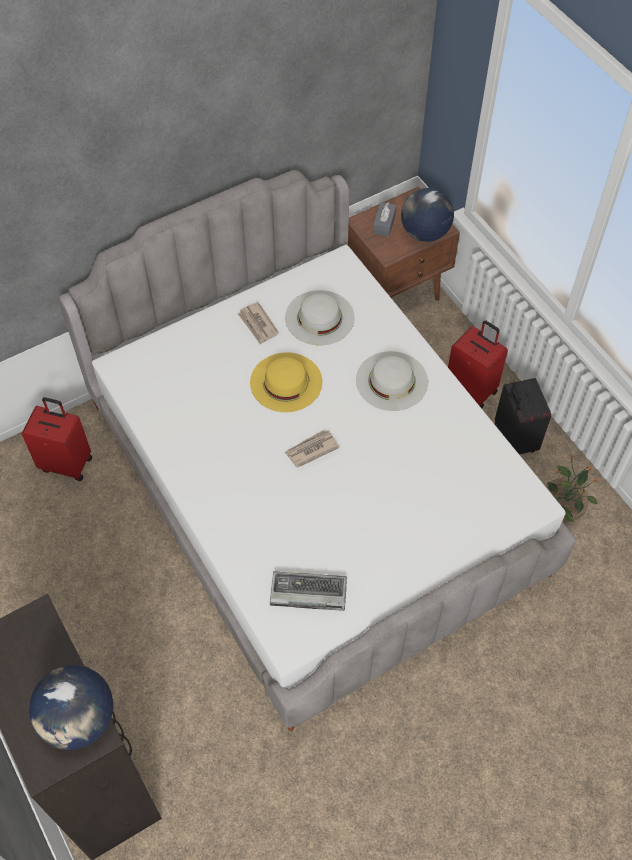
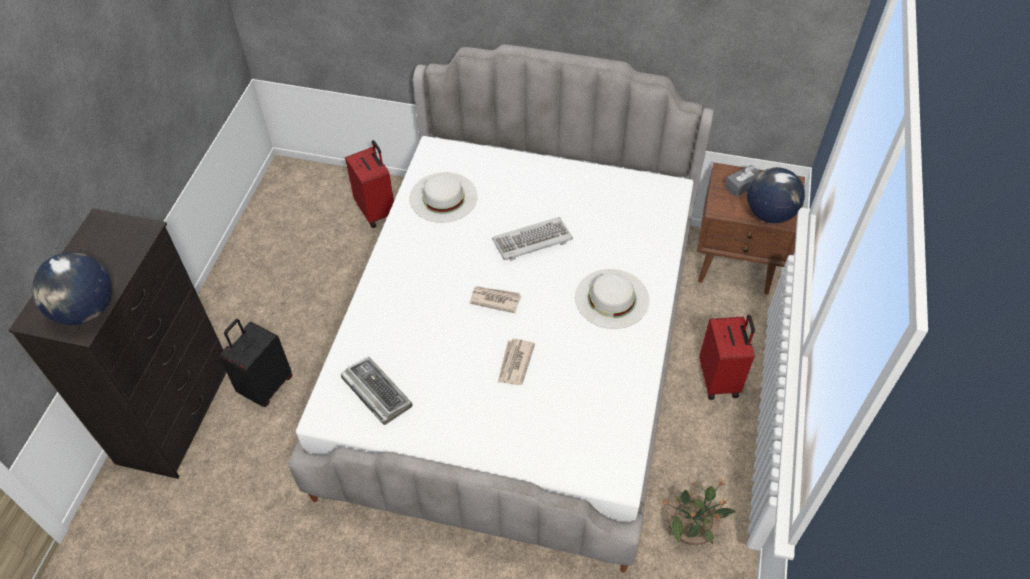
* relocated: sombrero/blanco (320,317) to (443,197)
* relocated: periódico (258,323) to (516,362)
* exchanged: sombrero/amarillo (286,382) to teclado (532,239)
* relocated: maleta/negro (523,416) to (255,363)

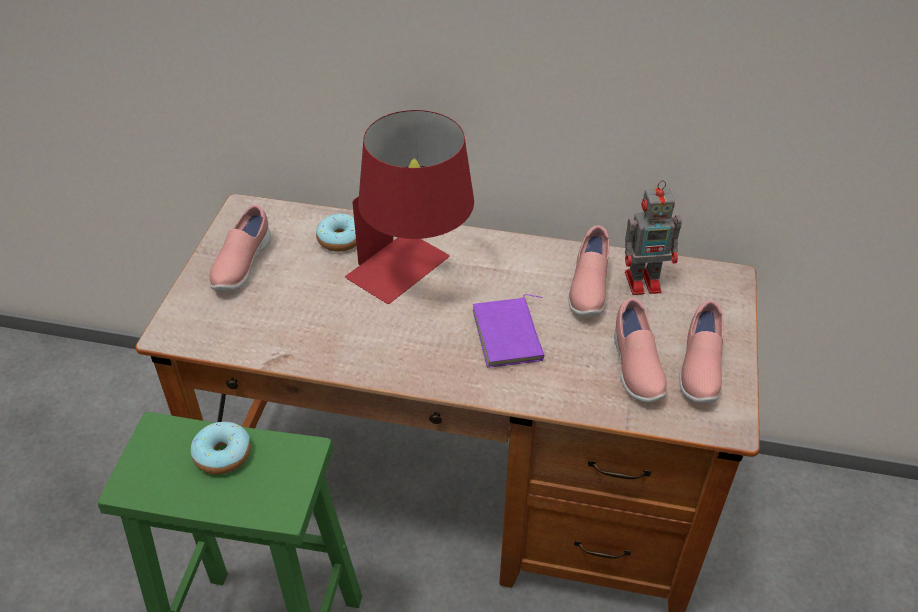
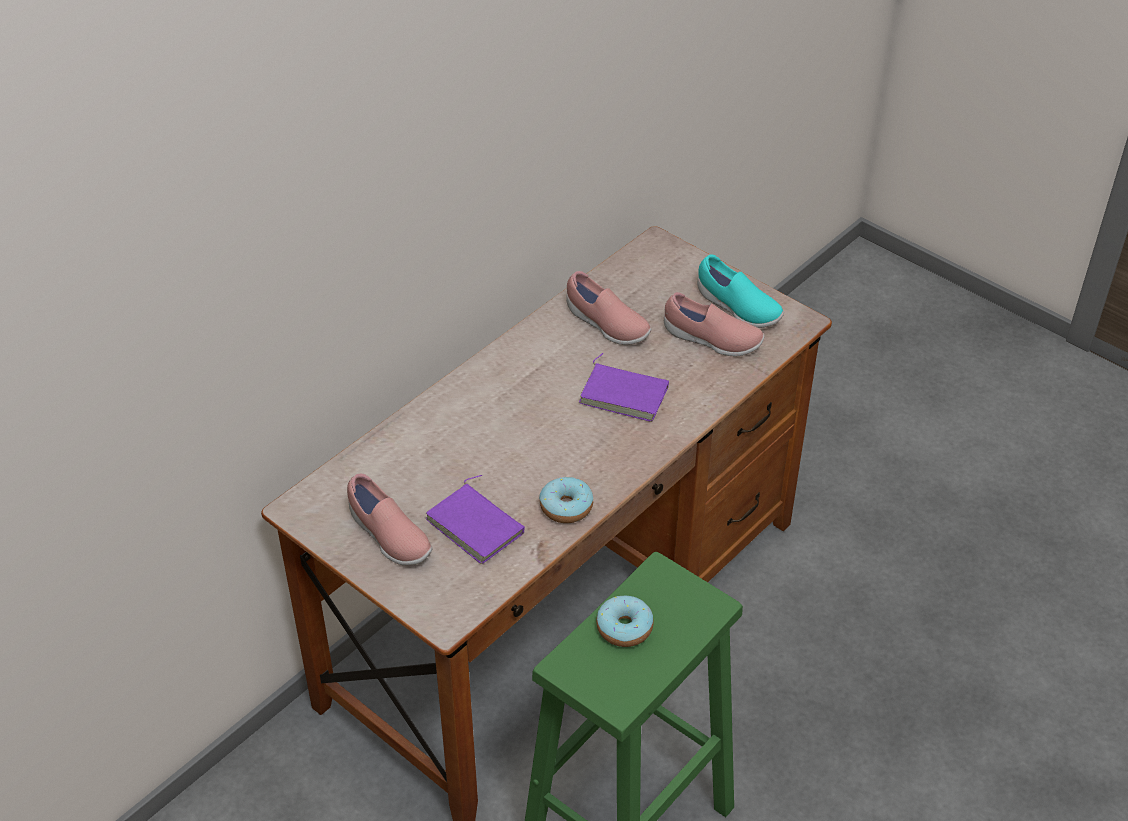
* missing: lámpara de mesa/rojo (409,207)
* missing: robot de juguete (653,237)
* relocated: rosquilla (336,233) to (566,500)
* colour: zapato/rosa (701,351) to zapato/turquesa (740,291)
* appeared: libro/morado (475,519)

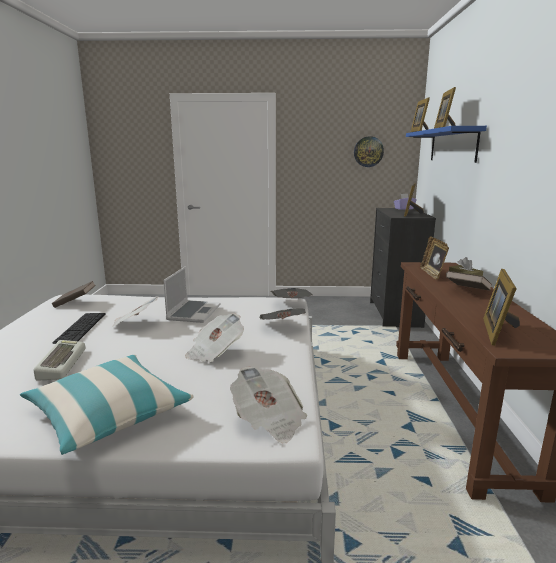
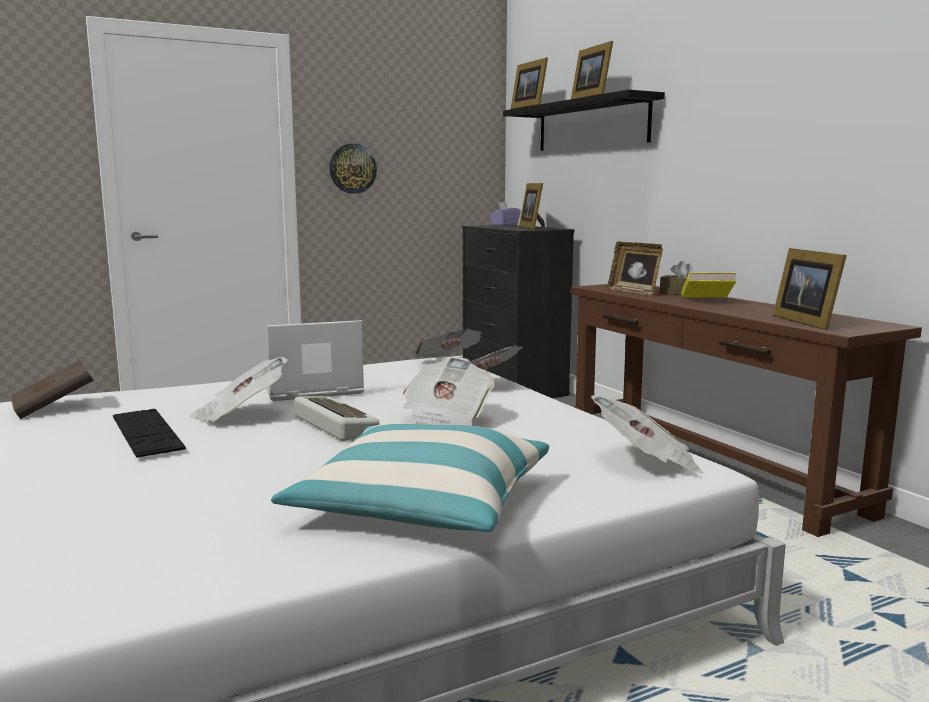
* colour: estante/azul (446,144) to estante/negro (584,120)
* relocated: reloj de pared (369,151) to (353,169)
* spun: portátil (192,295) = (315,360) 90 degrees counterclockwise
* colour: libro/marrón (469,281) to libro/amarillo (708,285)
* relocated: teclado (59,360) to (336,418)

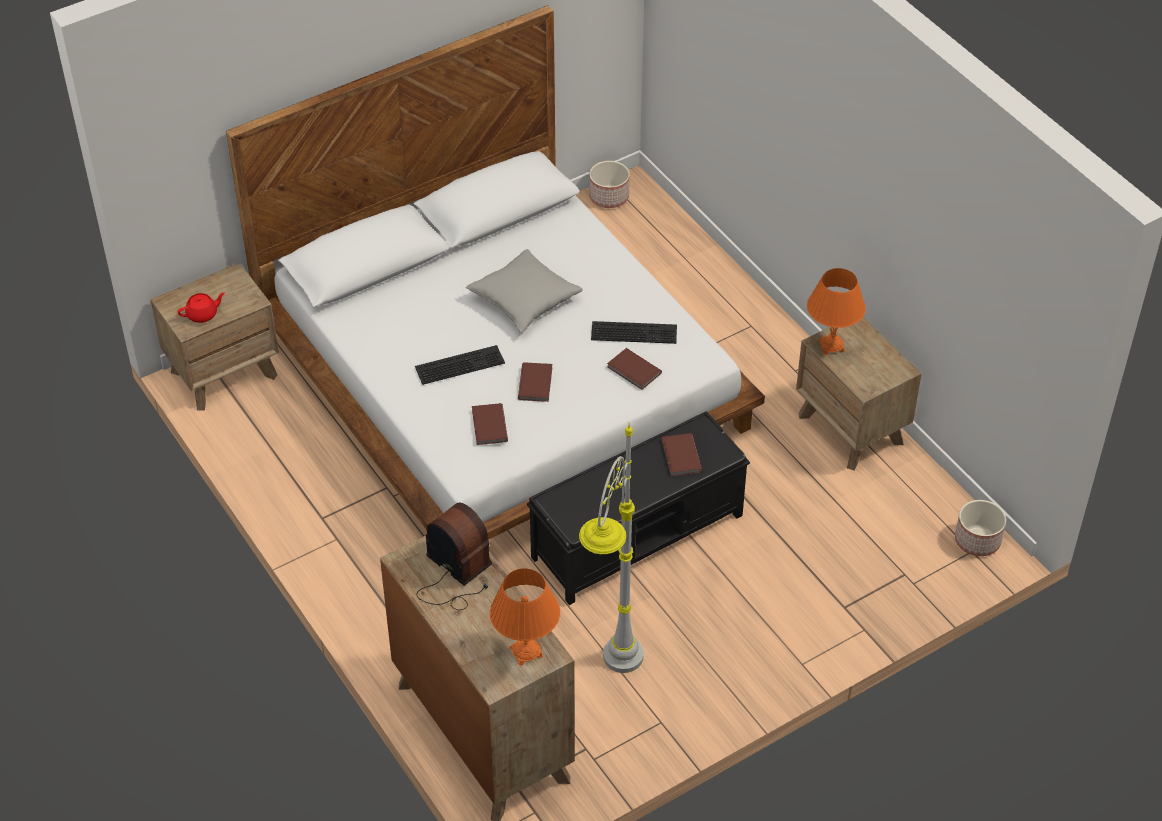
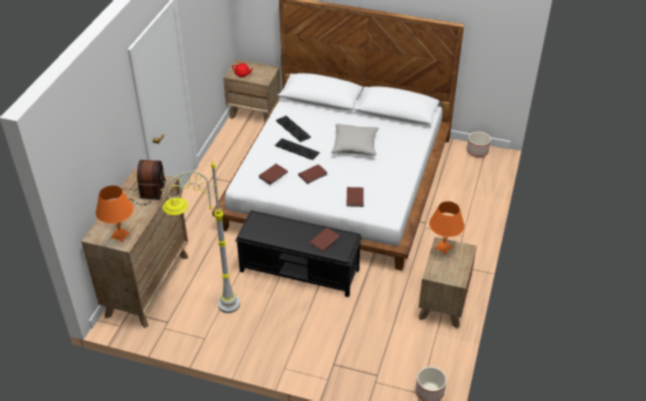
* relocated: teclado (634,332) to (293,129)

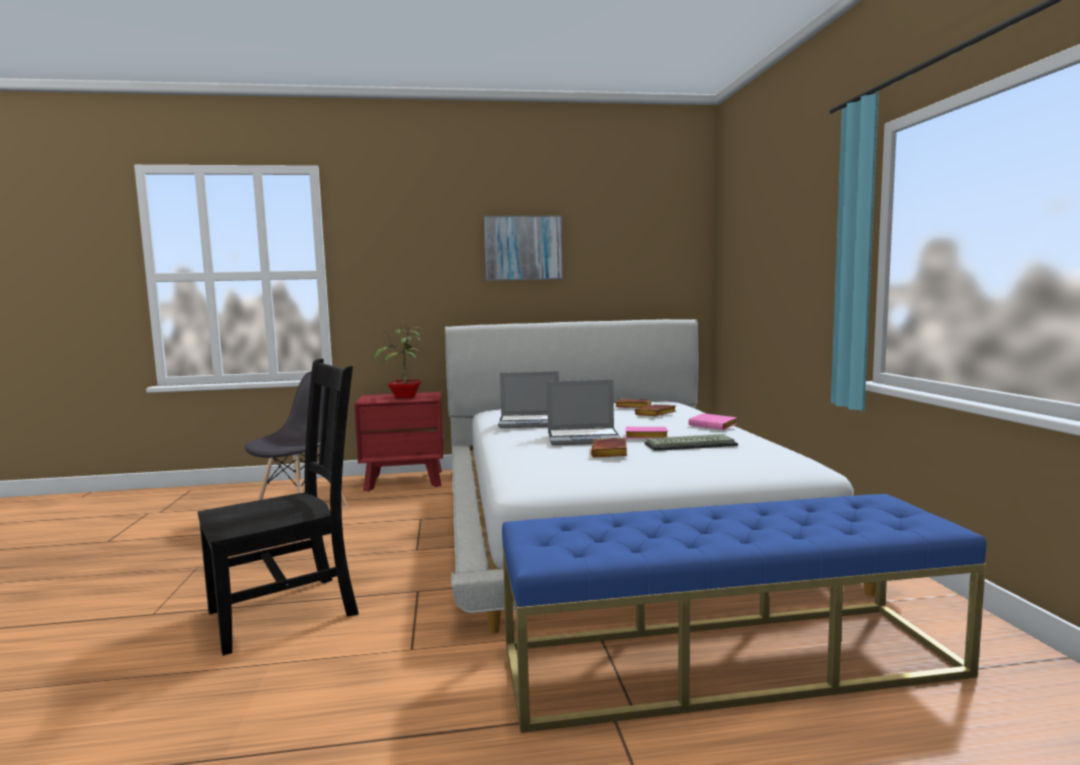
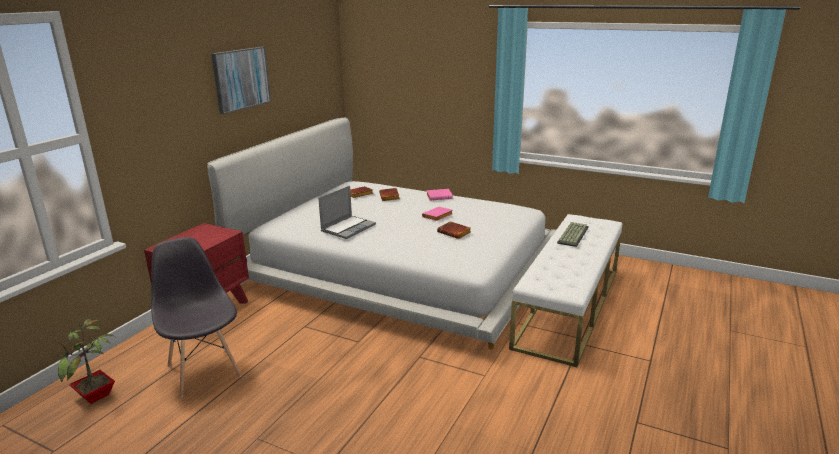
* relocated: planta en maceta (398,361) to (84,361)
* missing: silla/negro (278,507)
* missing: portátil (584,413)
* relocated: teclado (691,442) to (573,234)
* colour: banco/azul (744,613) to banco/blanco (565,290)

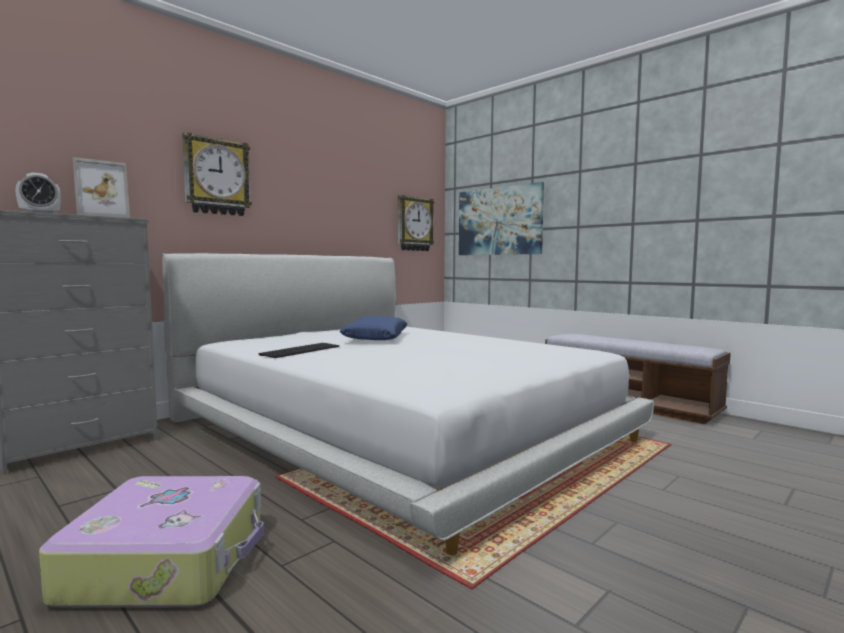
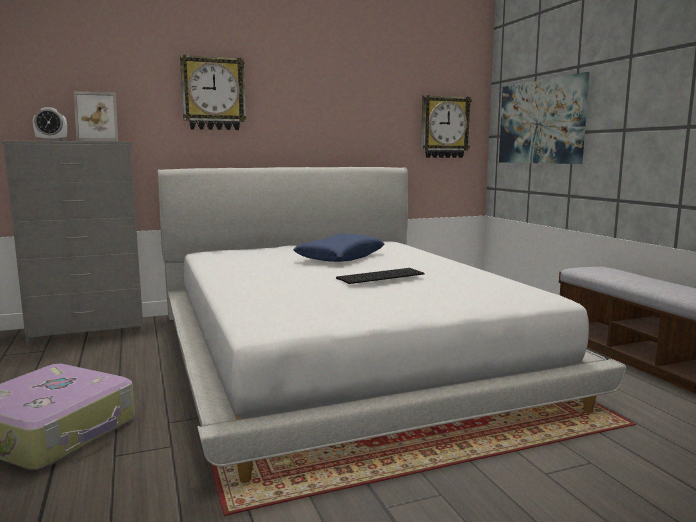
* relocated: teclado (299,350) to (380,276)

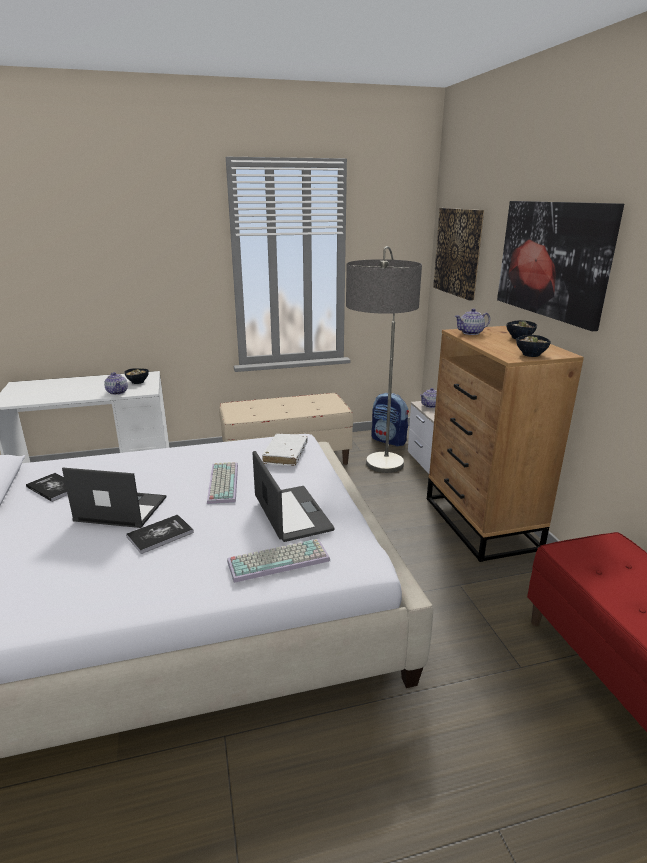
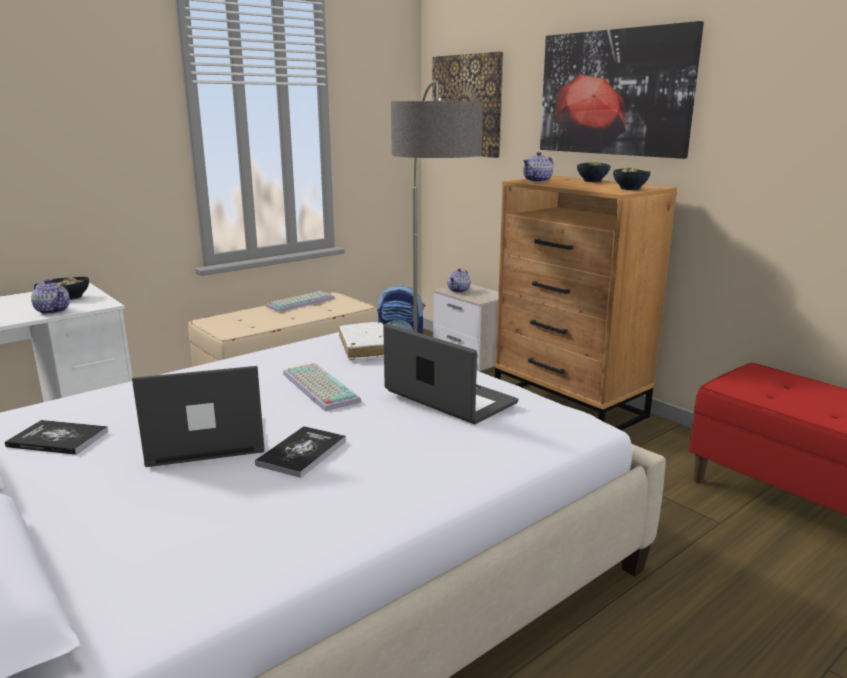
* relocated: teclado (278,561) to (300,301)

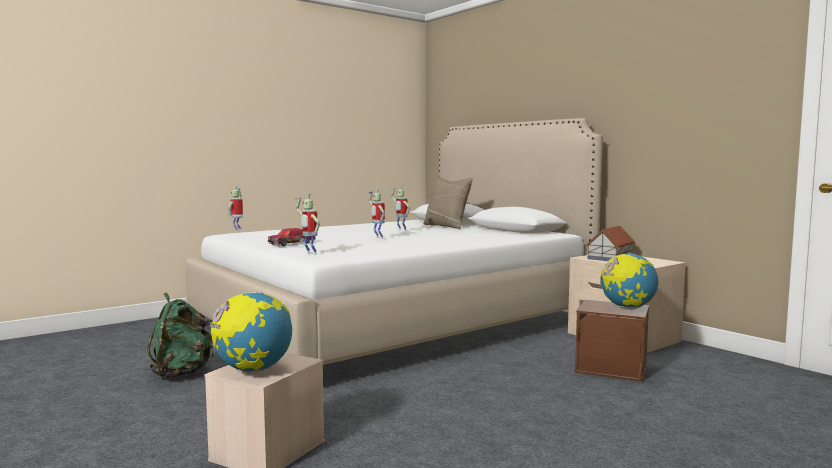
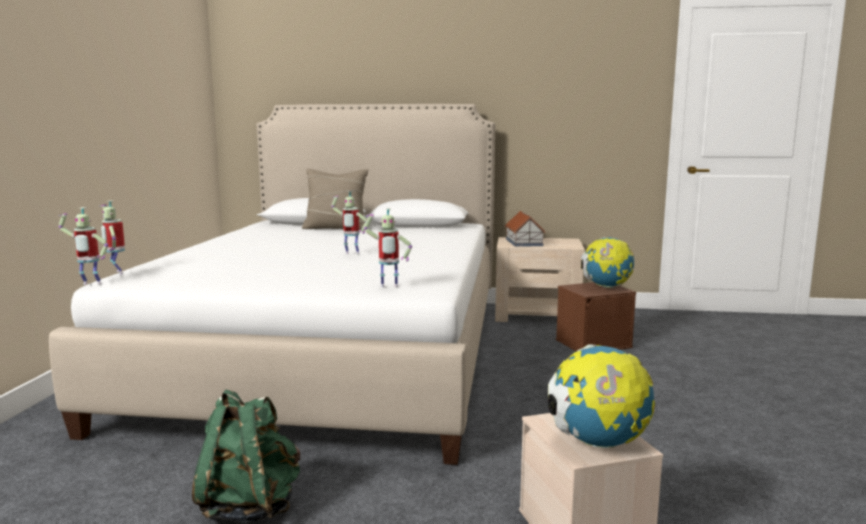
* relocated: robot de juguete (400,208) to (83,245)
* missing: coche de juguete (292,237)

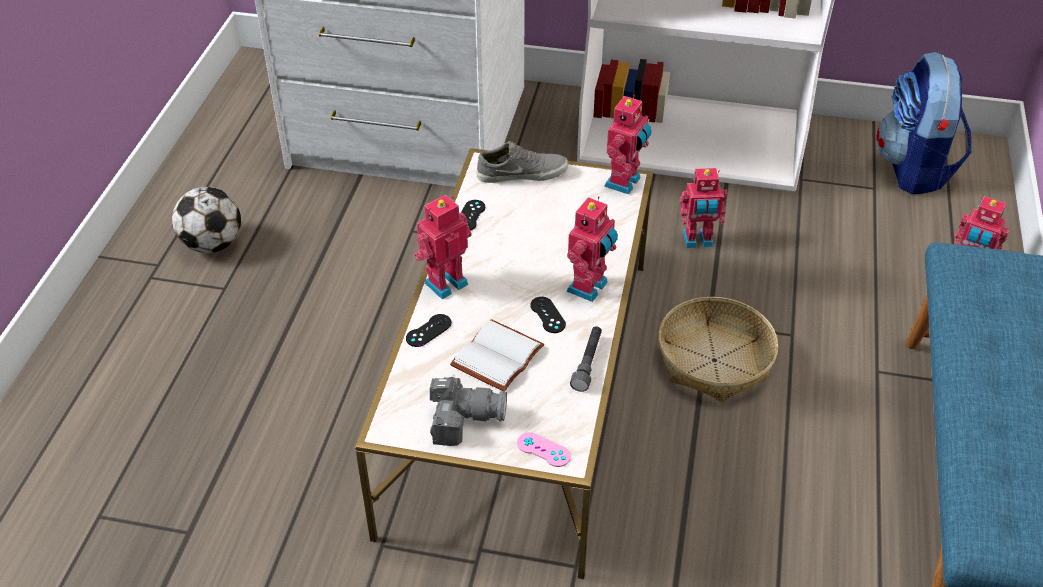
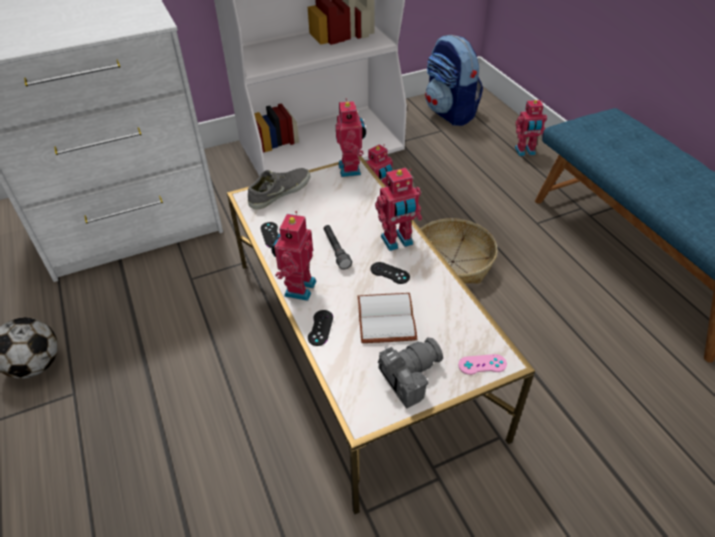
* spun: robot de juguete (592,249) = (398,209) 75 degrees clockwise
* relocated: linterna/gris (586,359) to (338,247)

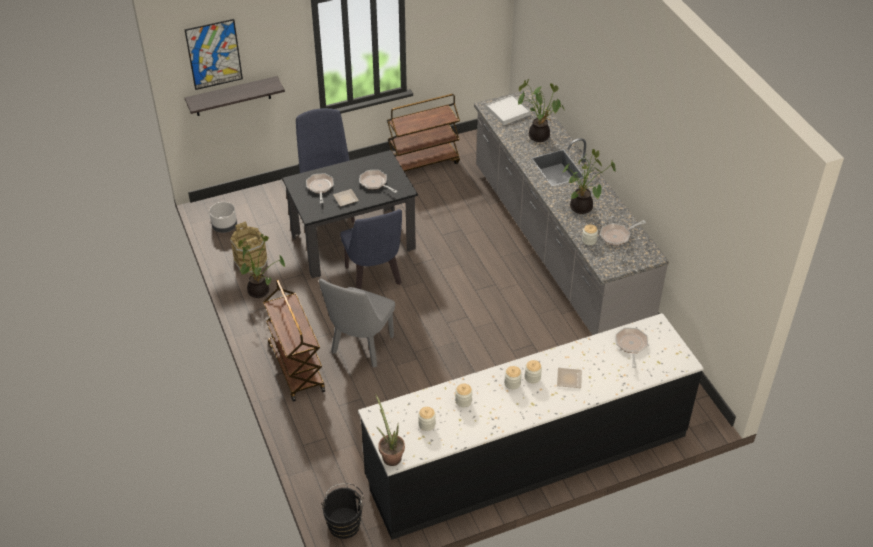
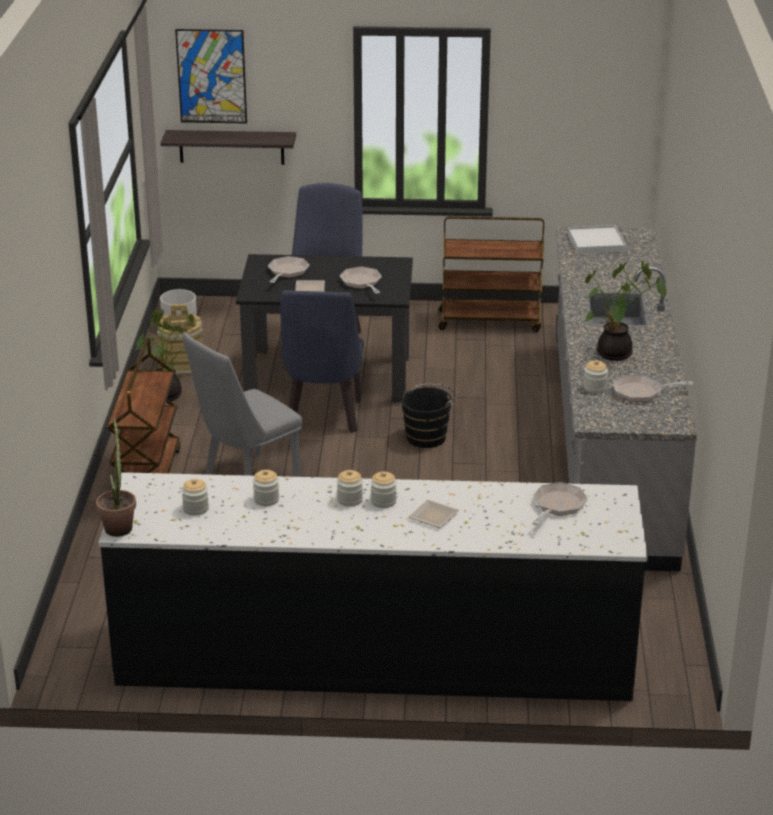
* missing: planta en maceta (541,110)
* relocated: cubo/negro (343,511) to (429,416)

